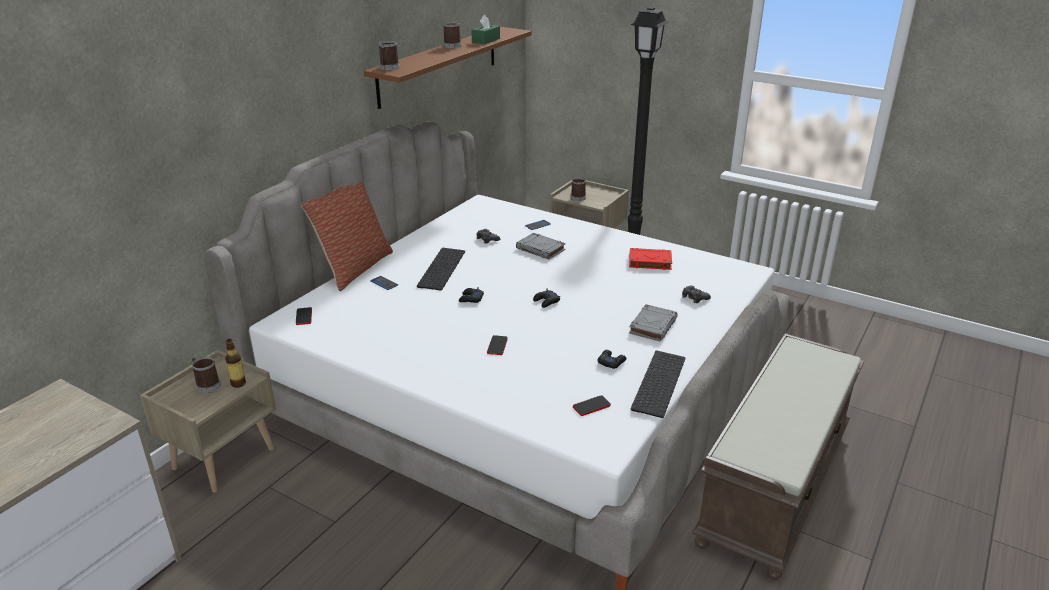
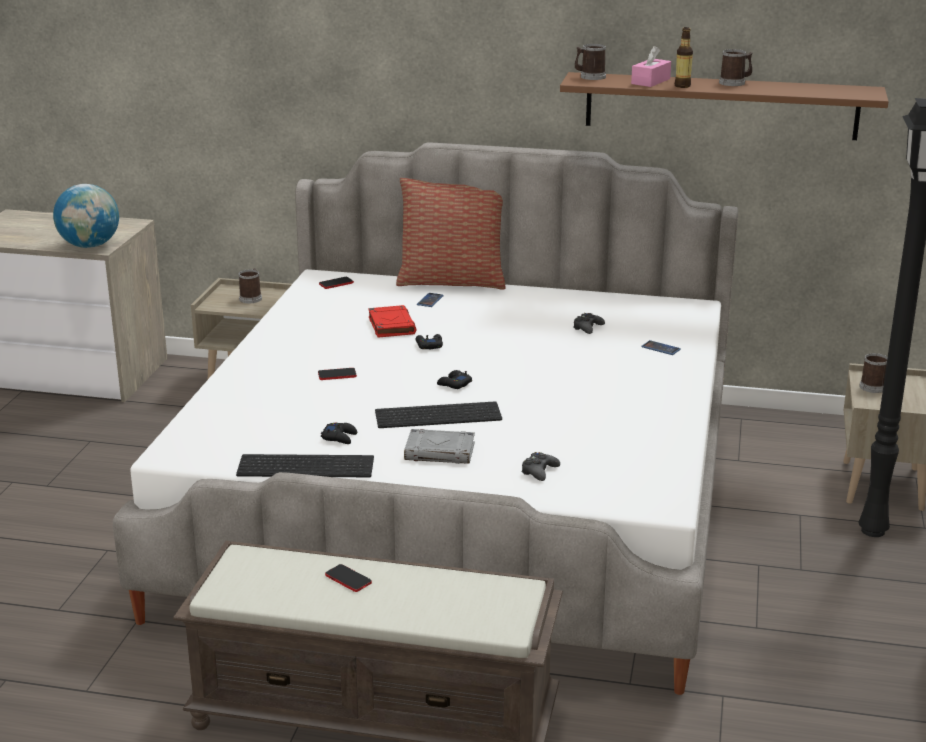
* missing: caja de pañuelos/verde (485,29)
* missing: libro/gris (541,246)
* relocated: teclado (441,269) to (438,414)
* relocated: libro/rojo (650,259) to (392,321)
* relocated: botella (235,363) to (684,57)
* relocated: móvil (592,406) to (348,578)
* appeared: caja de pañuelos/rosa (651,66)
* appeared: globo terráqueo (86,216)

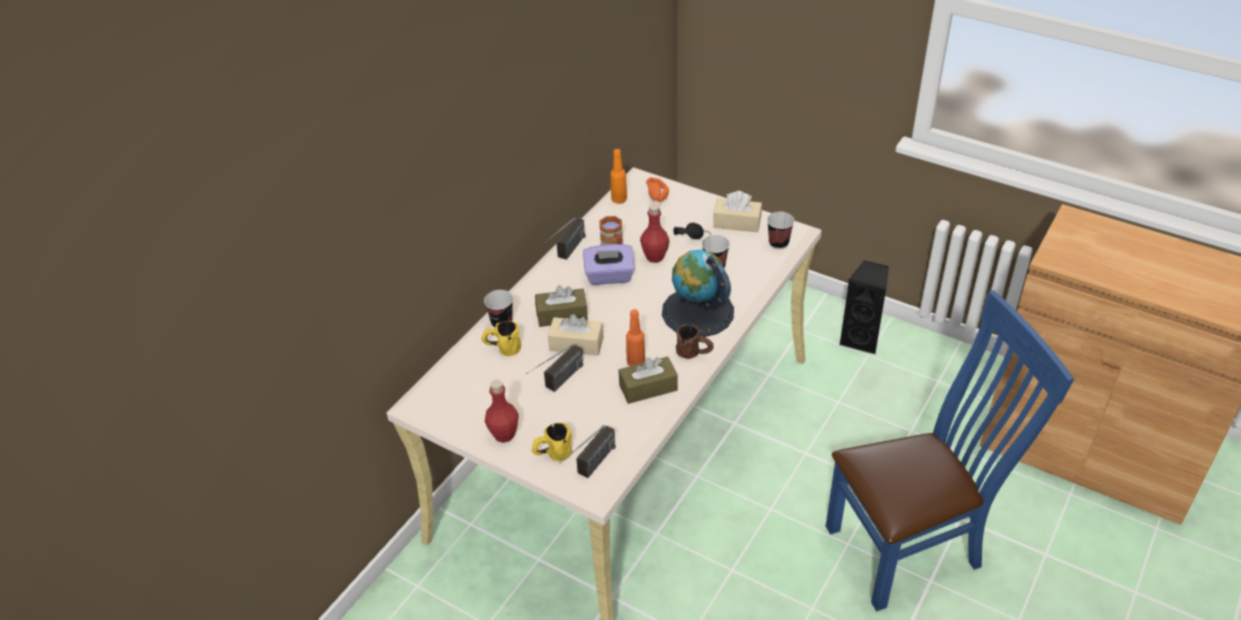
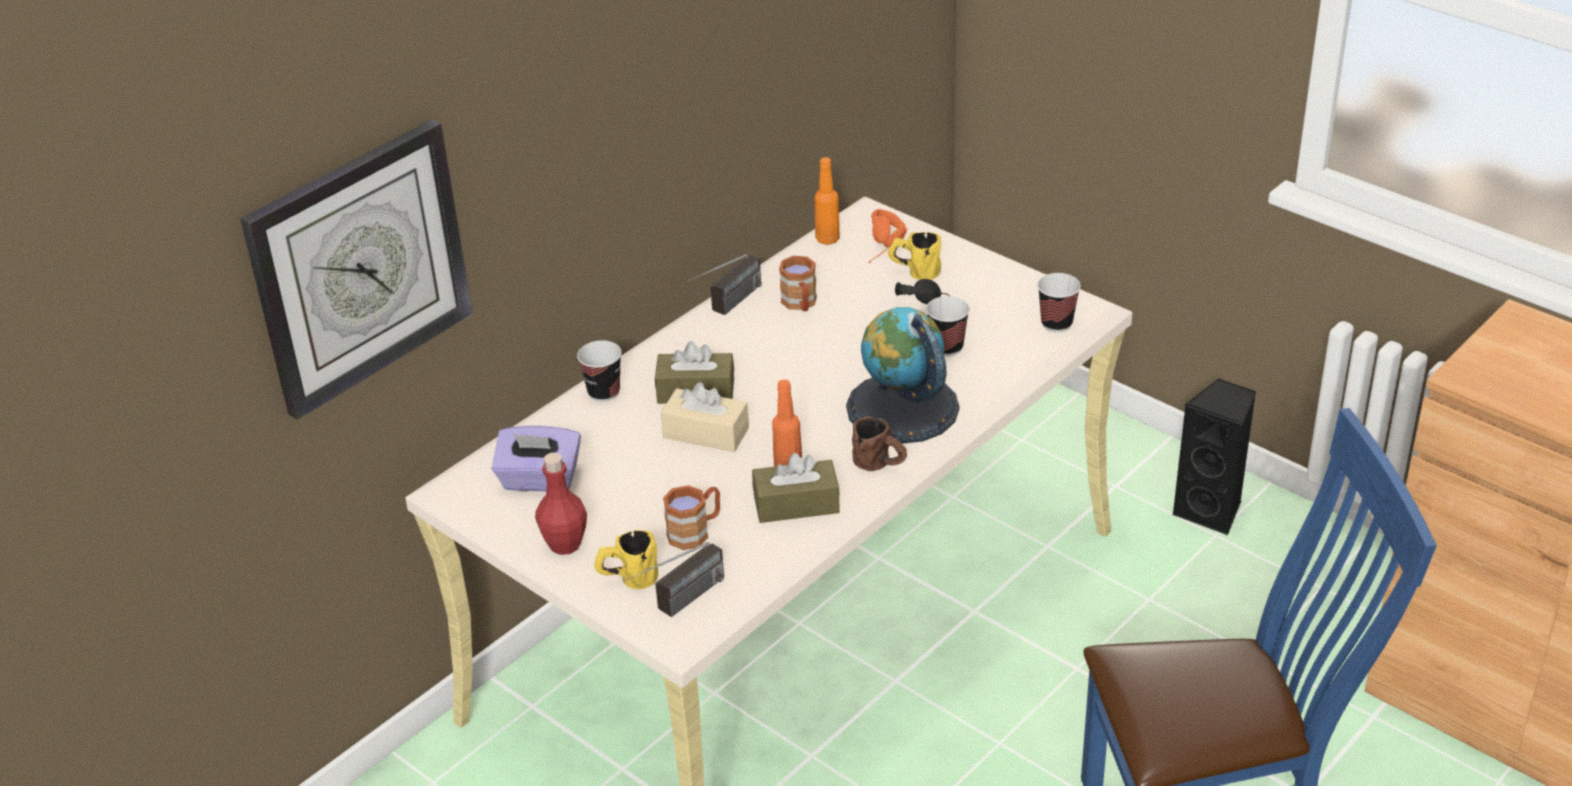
* missing: caja de pañuelos/beis (737,211)
* missing: botella/rojo (654,233)
* relocated: caja de pañuelos/morado (609,264) to (536,459)
* relocated: taza grande/amarillo (501,338) to (914,256)
* missing: radio (554,368)
* appeared: reloj de pared (356,269)
* appeared: taza grande/marrón (691,517)

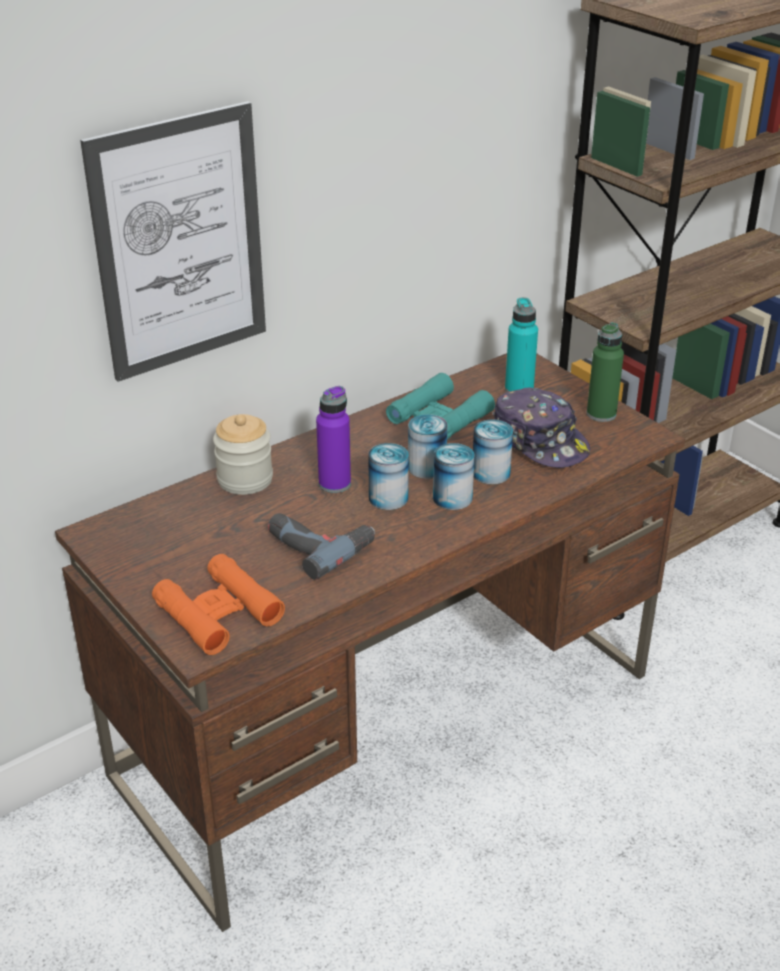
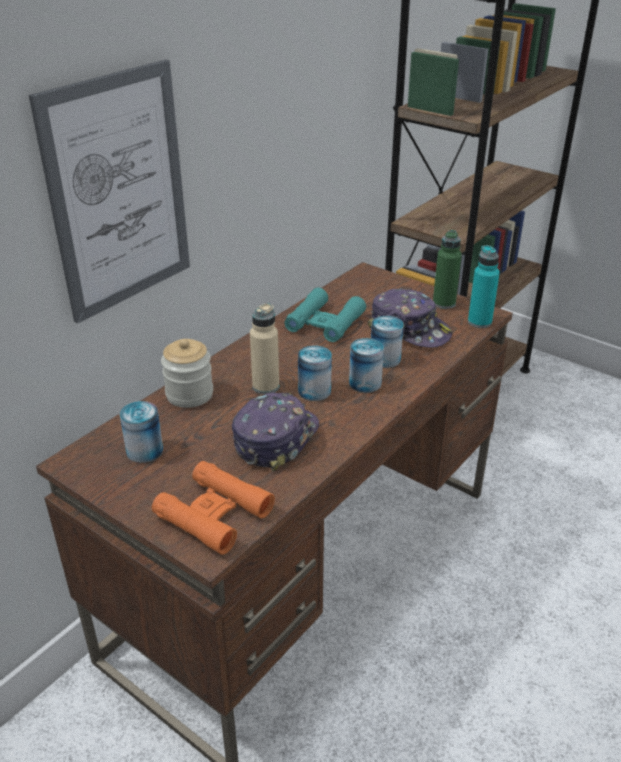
* relocated: botella/turquesa (521,344) to (484,286)
* colour: botella/morado (333,439) to botella/beis (264,348)
* relocated: lata (428,446) to (141,432)
* exchanged: taladro (321,546) to gorra (275,432)

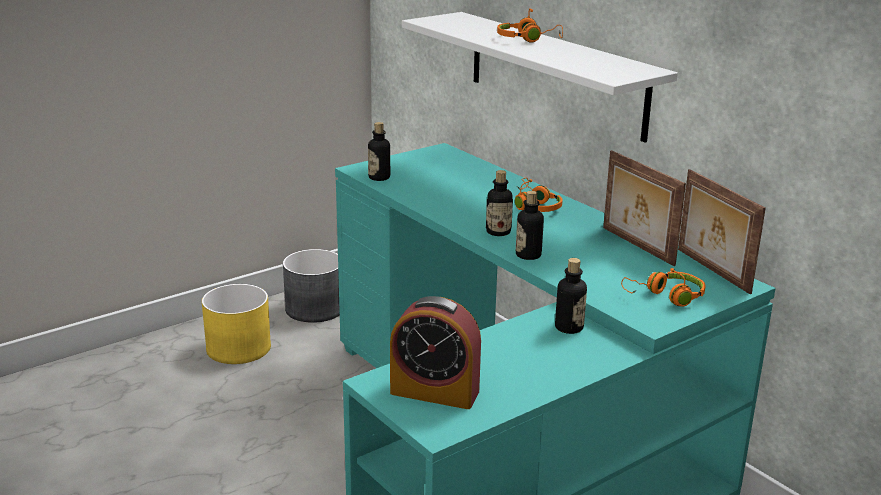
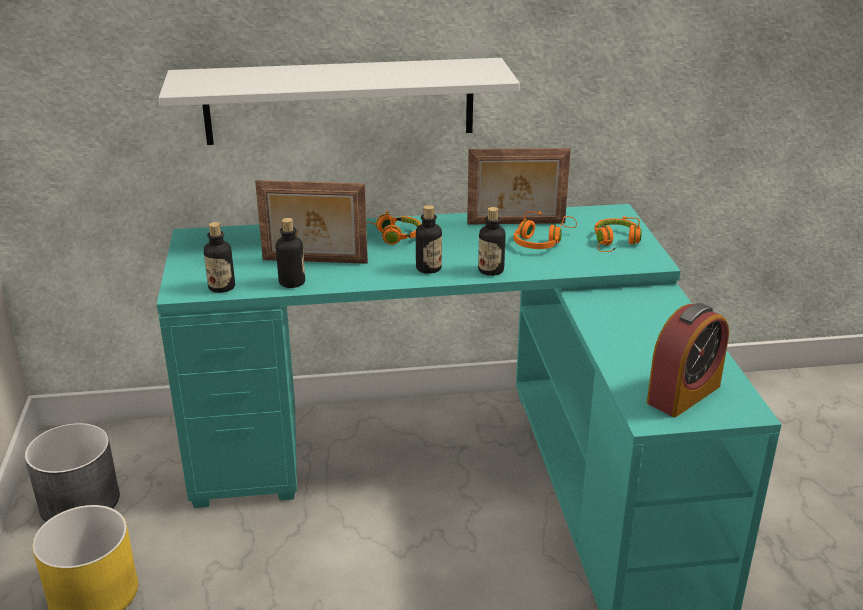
* relocated: auriculares/naranja (530,25) to (545,230)
* relocated: portarretratos (722,231) to (311,222)
* relocated: botella (571,296) to (290,253)

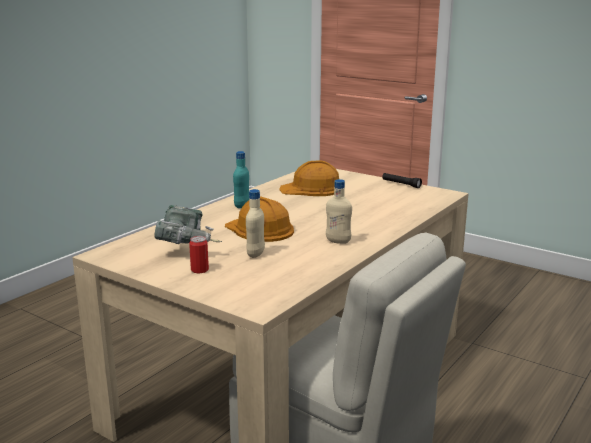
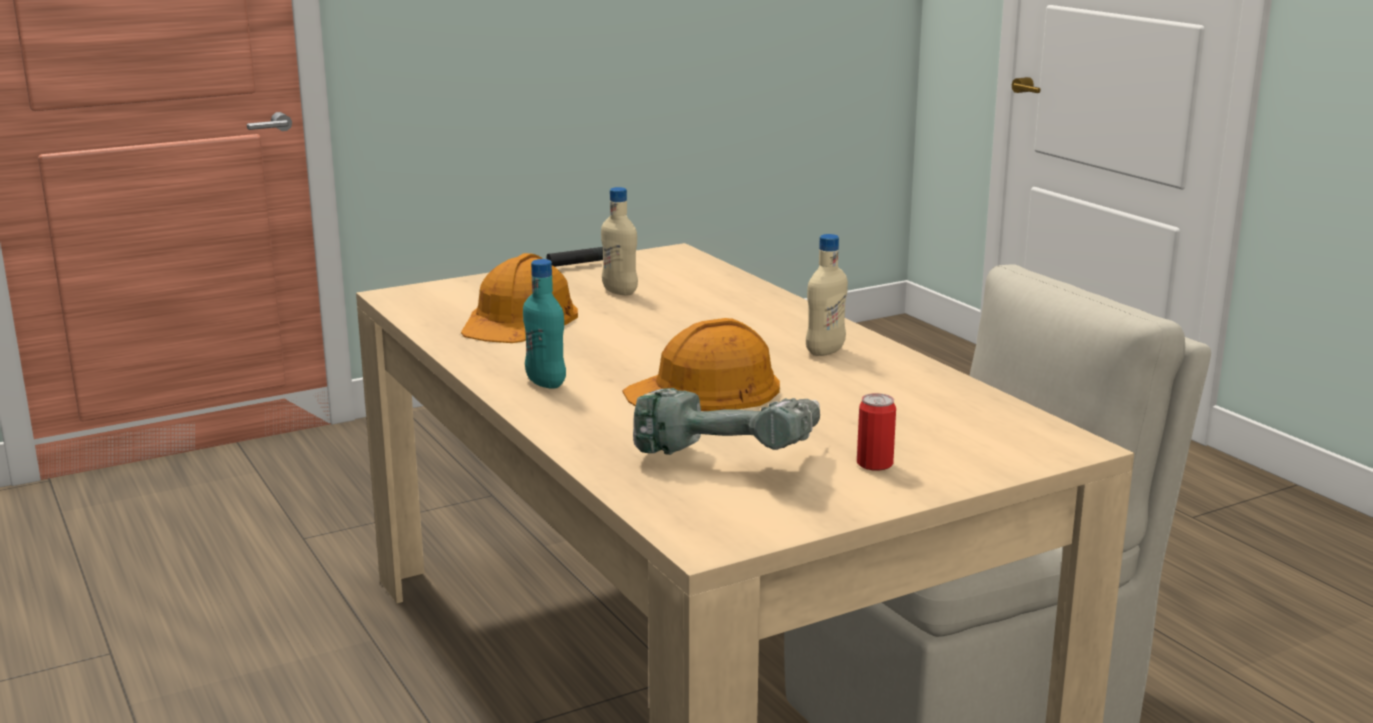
* relocated: botella/beis (255,223) to (619,241)

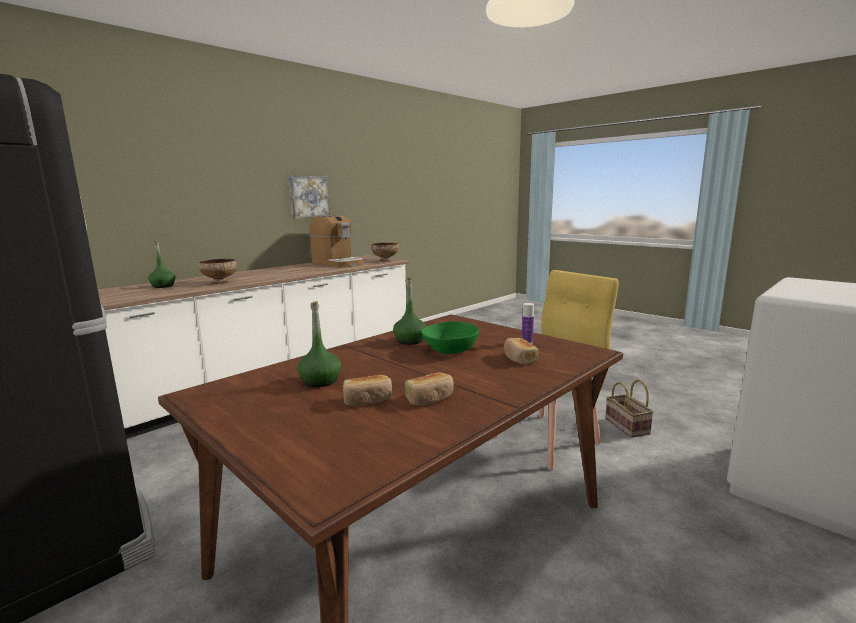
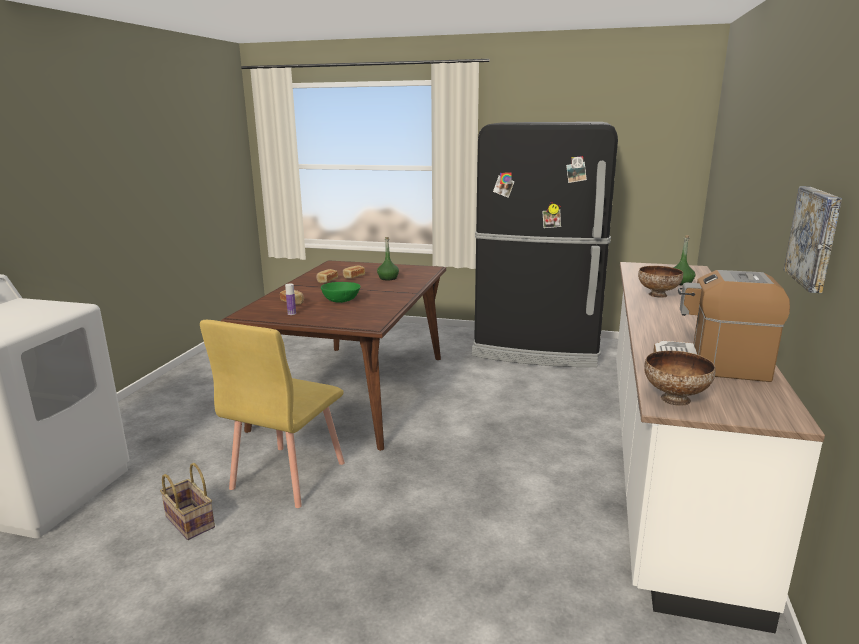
* missing: botella/verde (409,311)

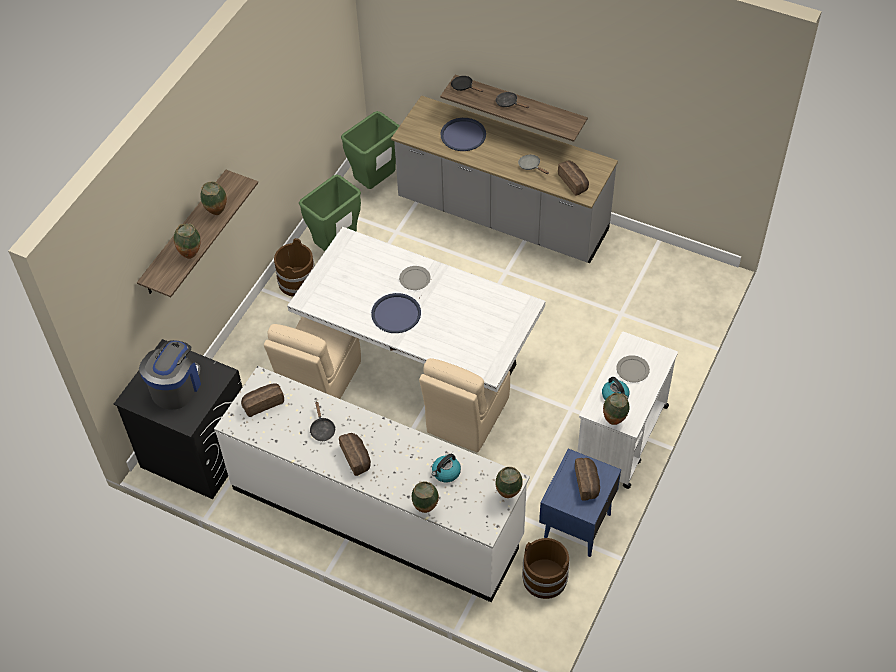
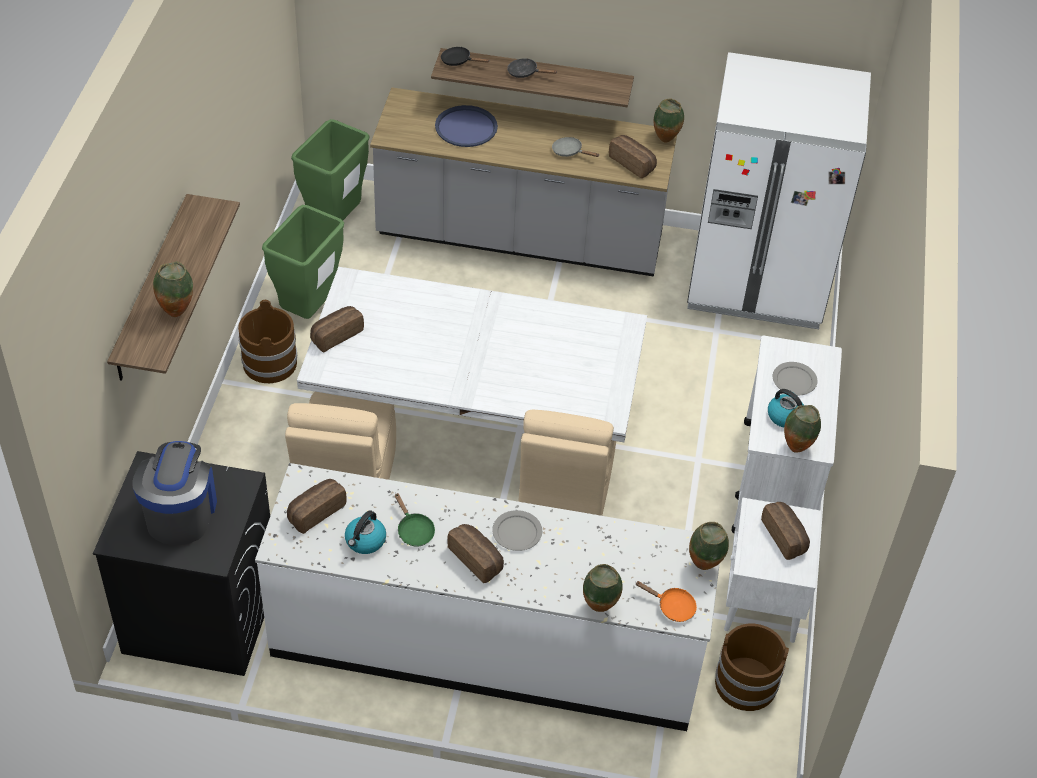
* relocated: florero (213,198) to (669,121)
* relocated: plato/gris (415,278) to (517,530)
* missing: bandeja/azul (396,313)
* colour: sartén/negro (322,421) to sartén/verde (415,520)
* colour: mesita de noche/azul (580,502) to mesita de noche/blanco (772,570)
* relocated: hervidor (446,468) to (365,532)
* appeared: nevera/blanco (779,190)
* appeared: pan (337,329)
* appeared: sartén/naranja (666,601)

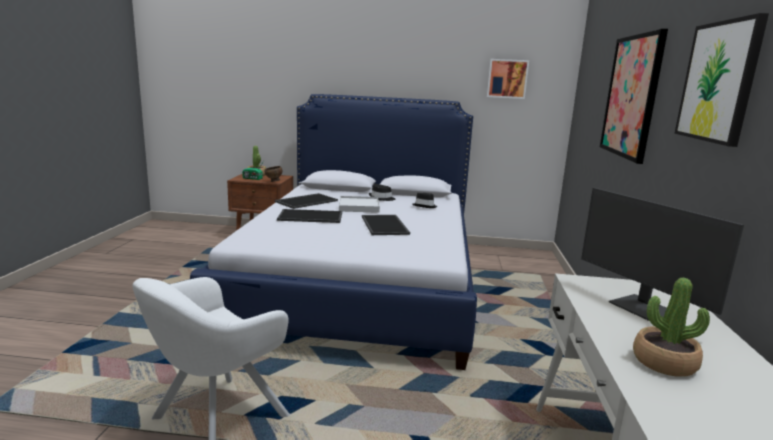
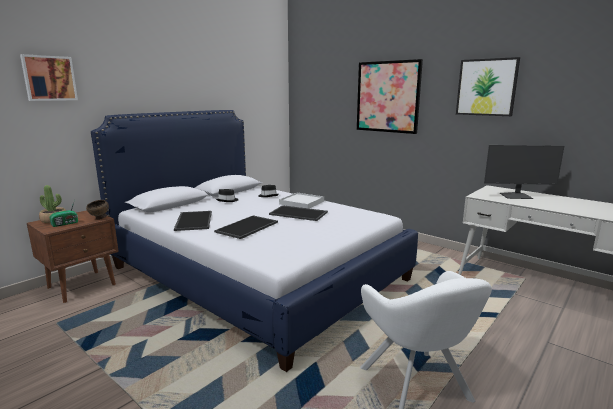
* relocated: cuadro (508,79) to (49,77)
* relocated: bandeja/blanco (359,204) to (301,200)
* missing: planta en maceta (671,327)

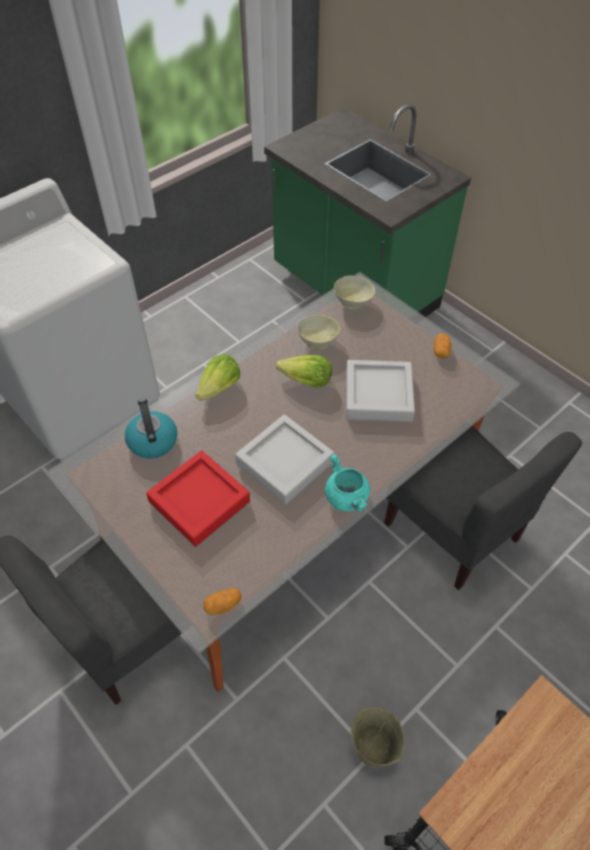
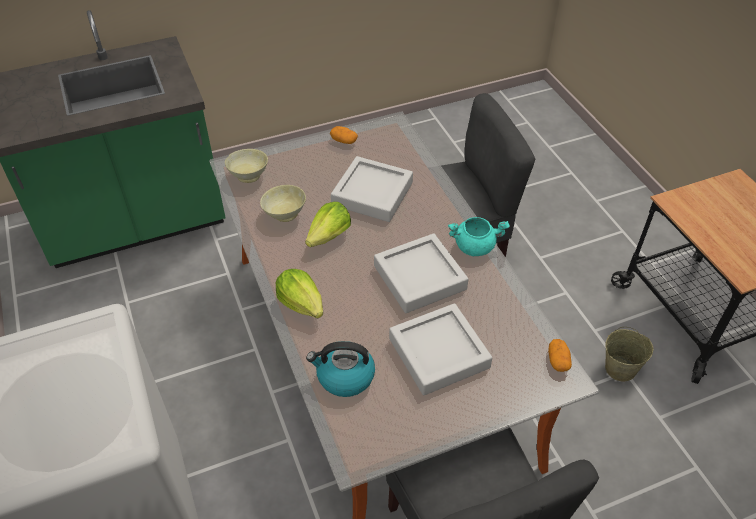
* colour: bandeja/rojo (198,498) to bandeja/gris (440,349)

